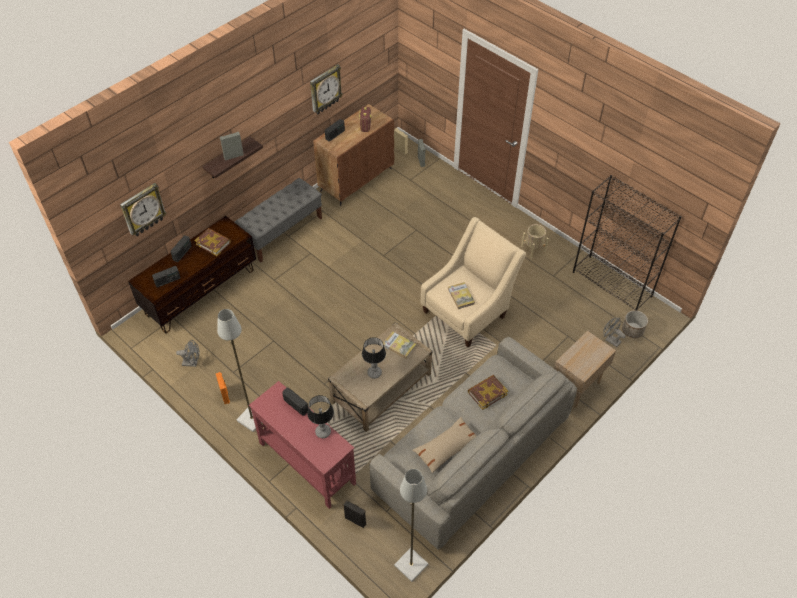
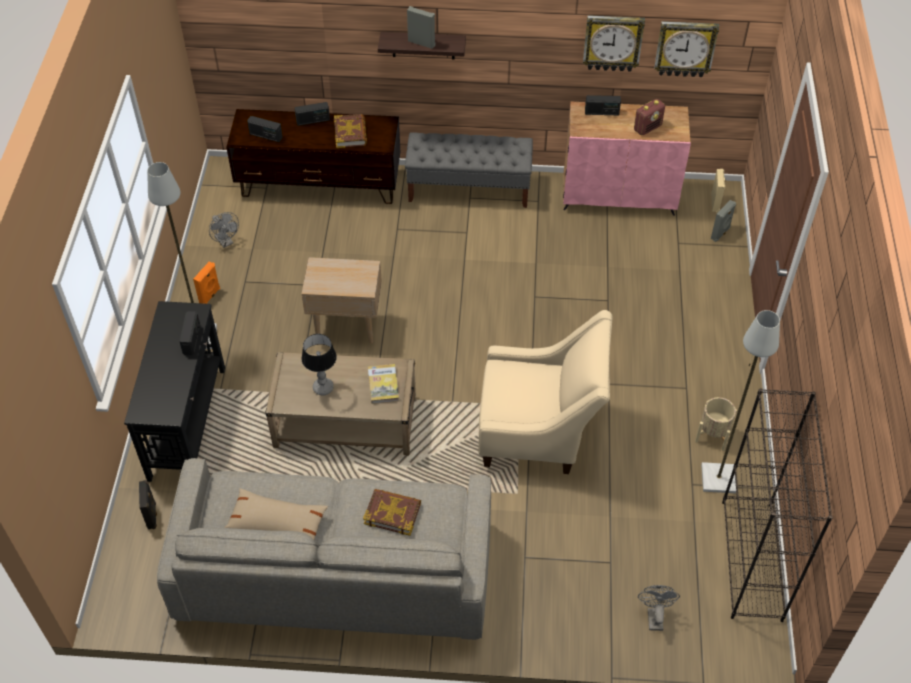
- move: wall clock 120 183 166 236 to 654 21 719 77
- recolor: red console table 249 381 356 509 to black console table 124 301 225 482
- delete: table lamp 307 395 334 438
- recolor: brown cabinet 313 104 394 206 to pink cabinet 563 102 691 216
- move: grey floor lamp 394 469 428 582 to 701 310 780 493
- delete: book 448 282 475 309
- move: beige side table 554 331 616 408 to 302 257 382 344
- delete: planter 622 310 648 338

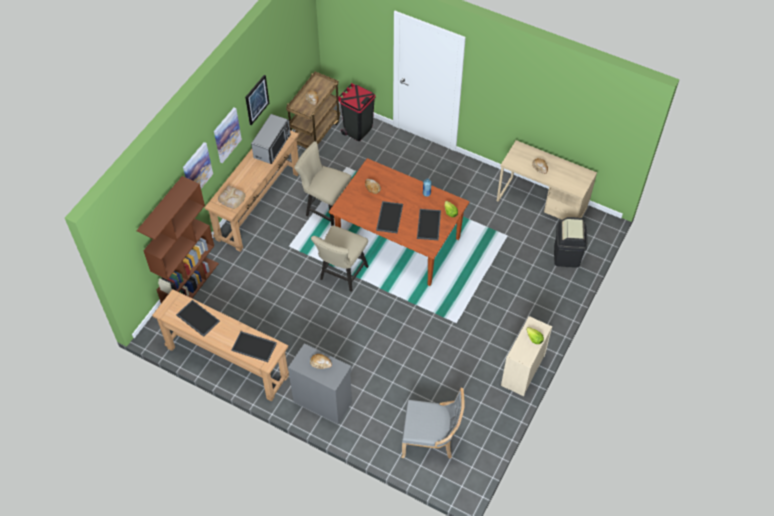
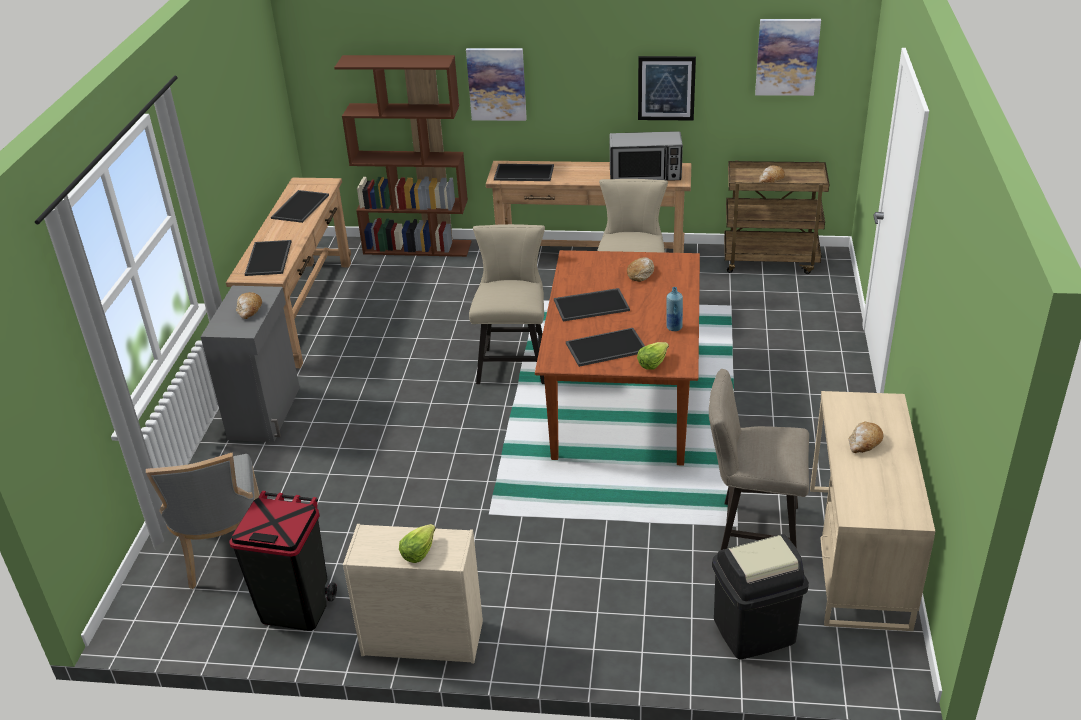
- move: picture 214 108 242 163 to 755 19 821 96
- replace: bread 218 186 245 209 to tray 494 164 554 181
- rotate: beige chair 311 225 369 292 = 469 224 545 384 90 degrees clockwise
- move: black trash can 338 83 376 141 to 230 491 337 631
- insert: beige stool 709 369 809 550

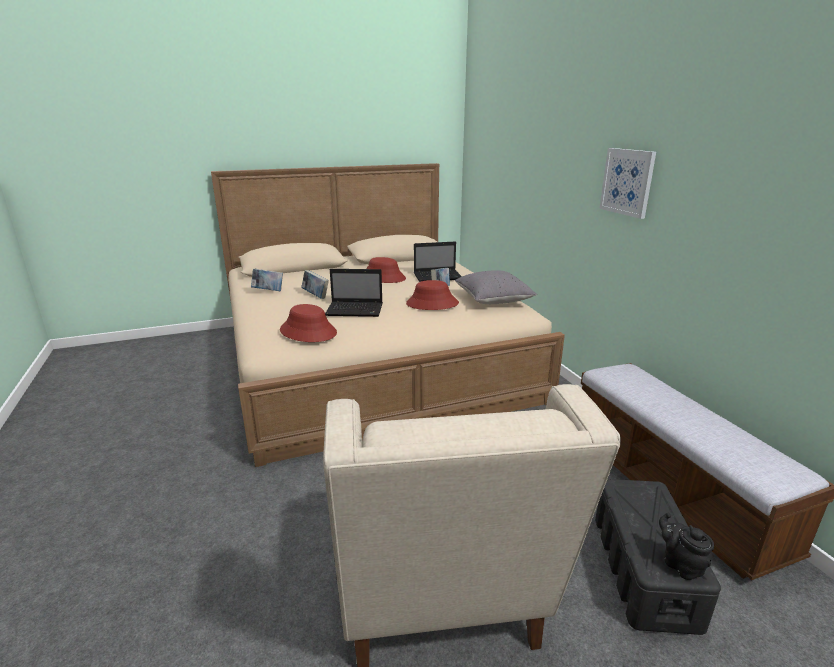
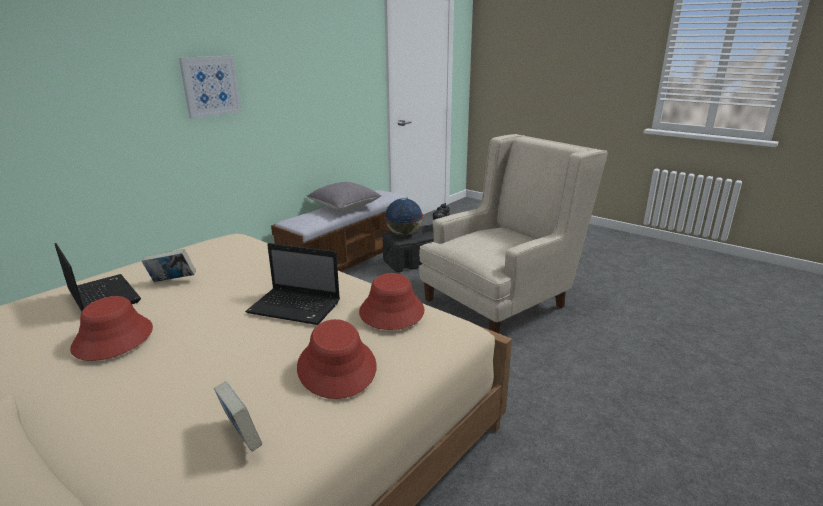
- delete: book 301 270 329 299
- rotate: laptop 325 269 382 317 = 245 243 340 325 135 degrees clockwise
- move: red hat 406 280 459 310 to 297 319 377 399
- move: grey pillow 455 270 537 304 to 307 182 382 211
- insert: globe 384 198 423 236

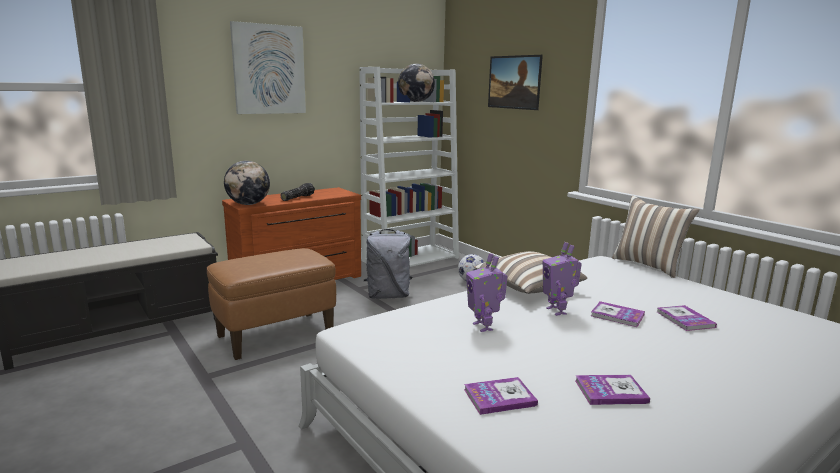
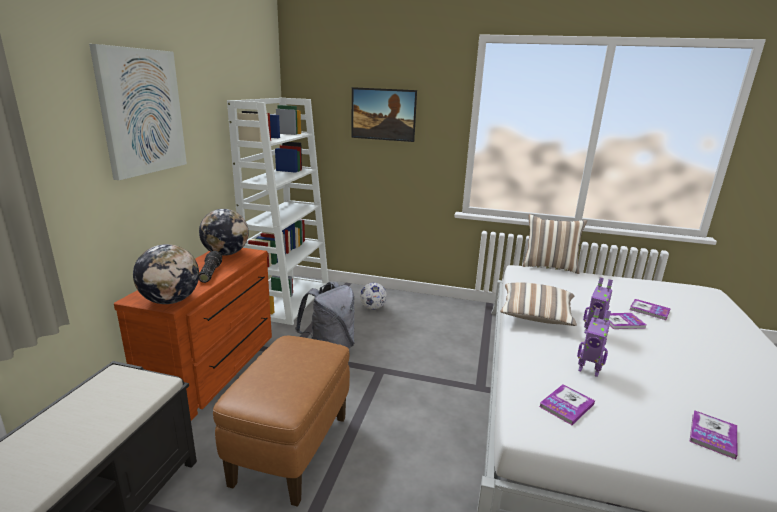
- move: globe 398 64 435 102 to 199 209 249 256
- move: book 575 375 650 405 to 539 384 595 425

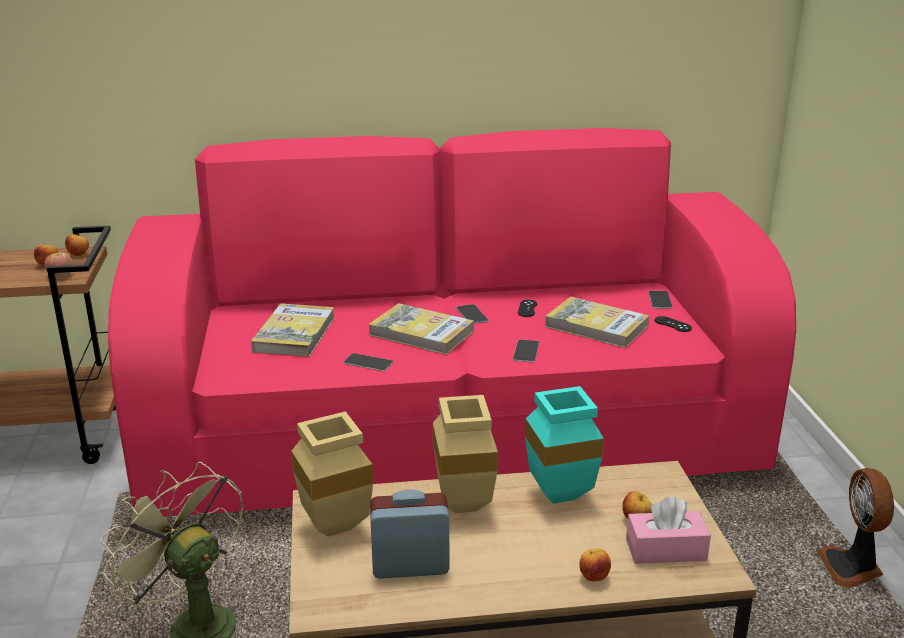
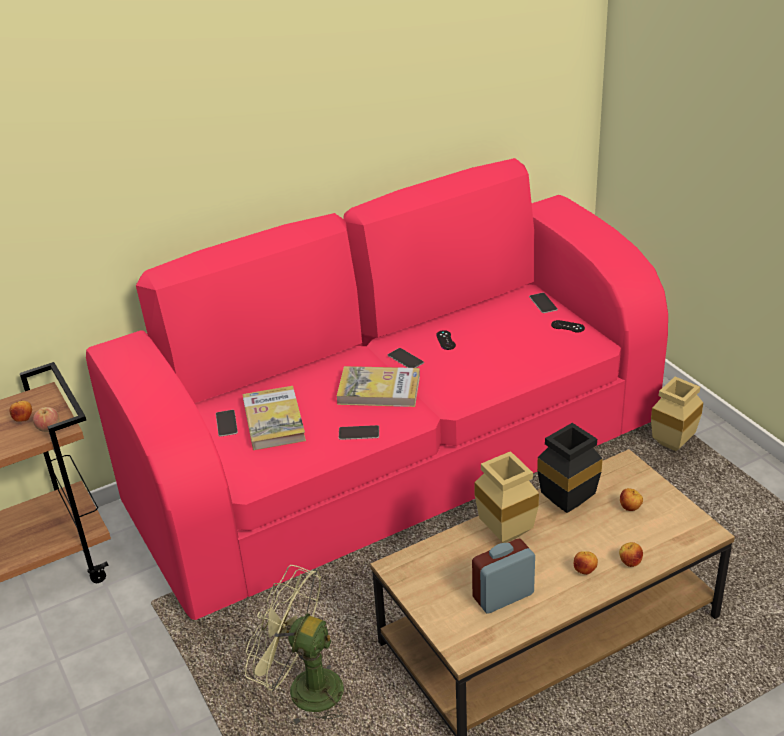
- move: apple 65 234 89 256 to 574 551 598 575
- move: beige vase 291 411 373 537 to 651 377 703 451
- move: phone 513 339 539 362 to 216 410 238 437
- recolor: turquoise vase 525 386 604 504 to black vase 537 423 603 513
- delete: book 545 297 649 348
- delete: pink tissue box 626 496 711 564
- delete: fan 817 468 894 588

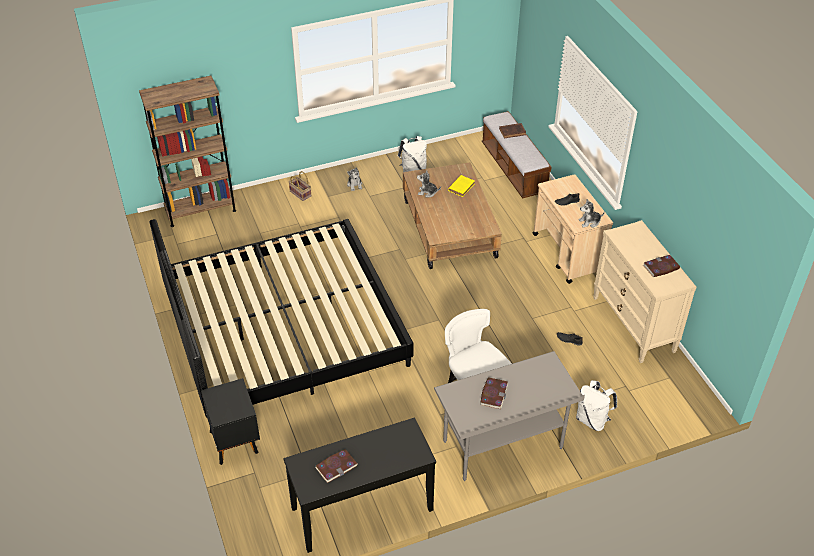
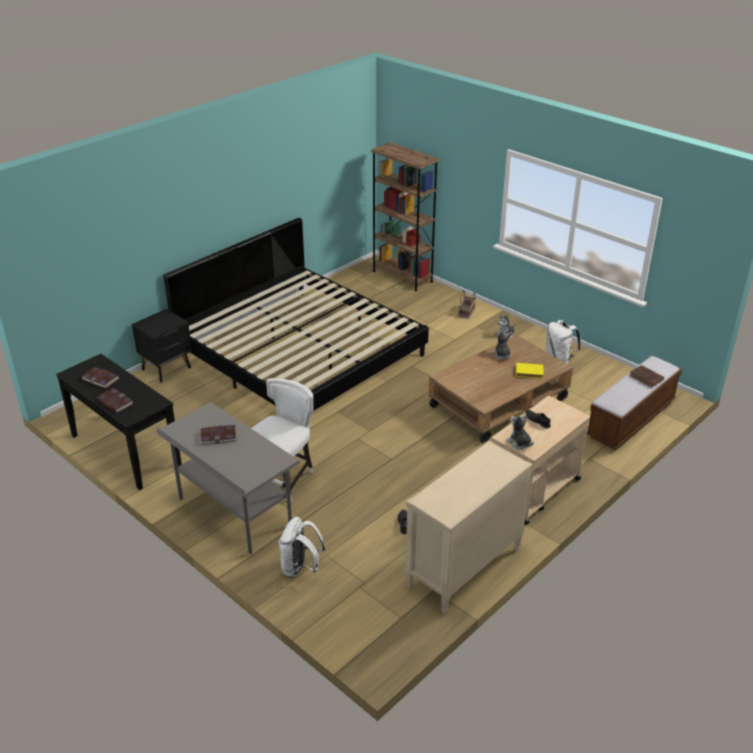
- move: book 643 255 680 277 to 97 388 133 413

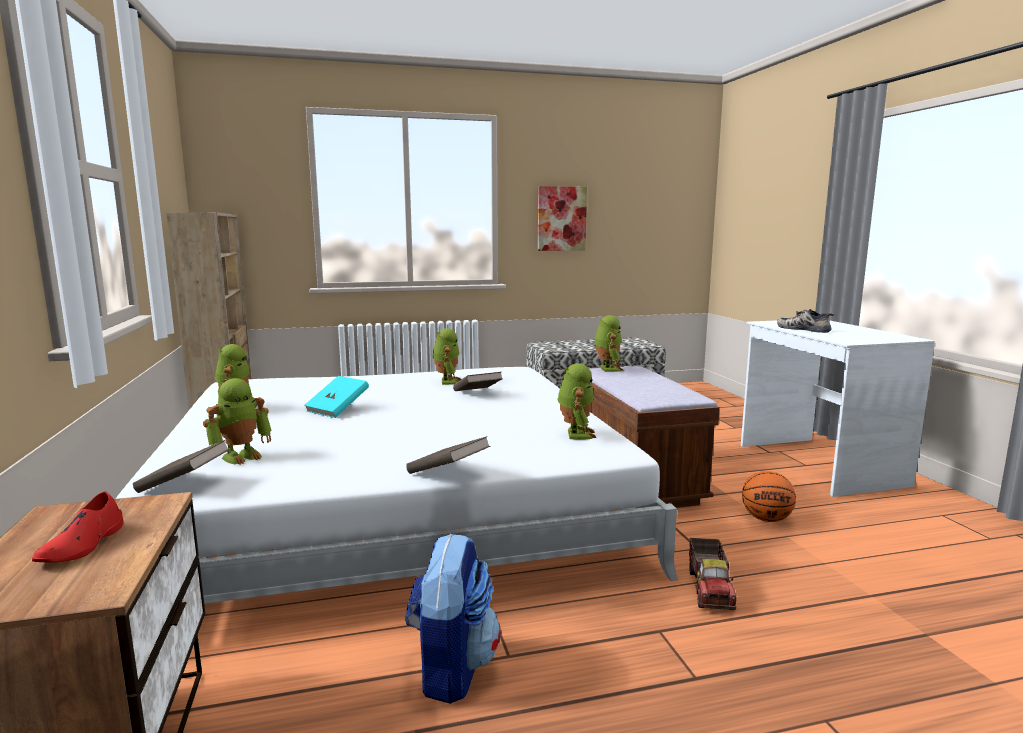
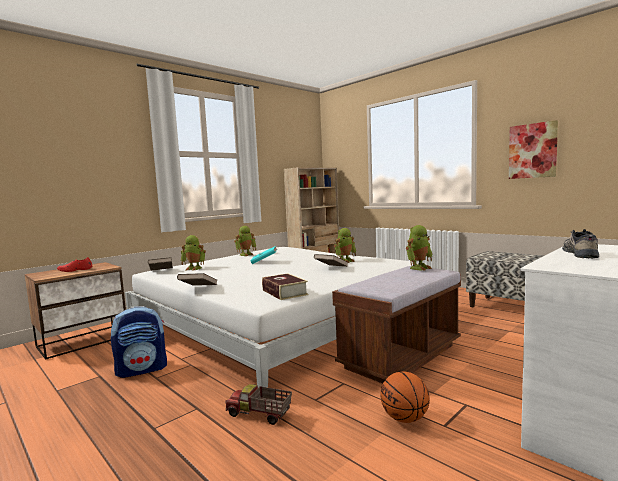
- replace: toy robot 558 363 596 440 to book 262 273 308 300
- rotate: toy truck 689 538 736 610 = 225 384 292 425 45 degrees clockwise

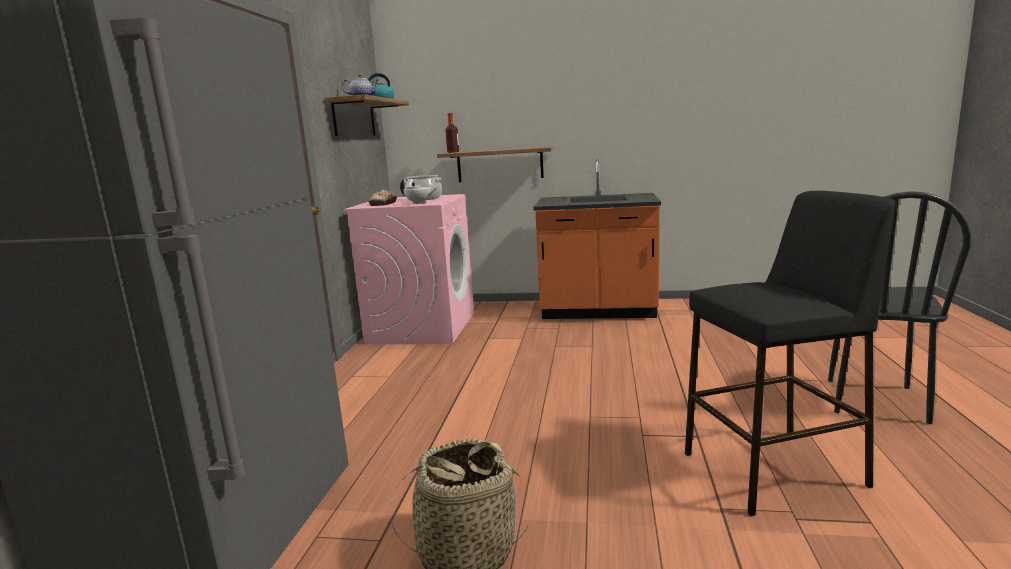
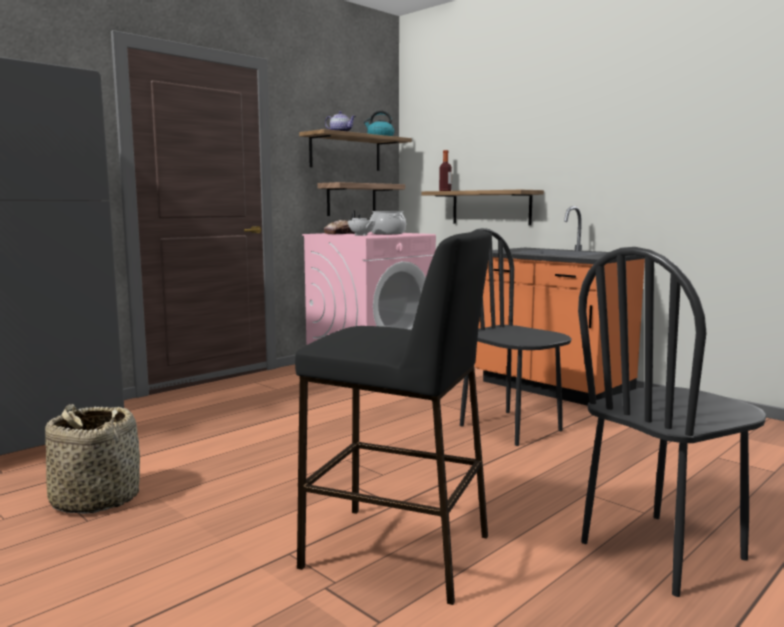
- insert: shelf 317 182 405 216
- insert: black chair 460 228 572 446

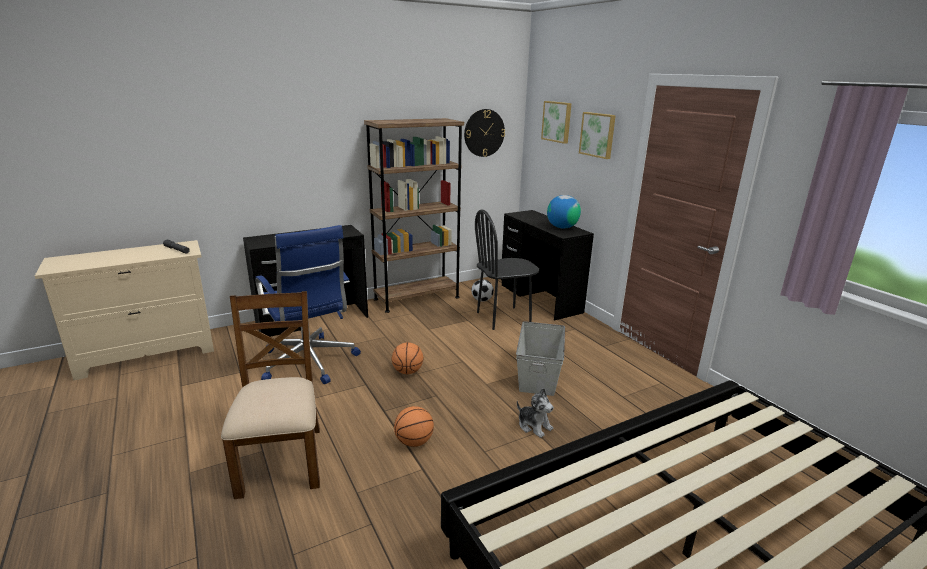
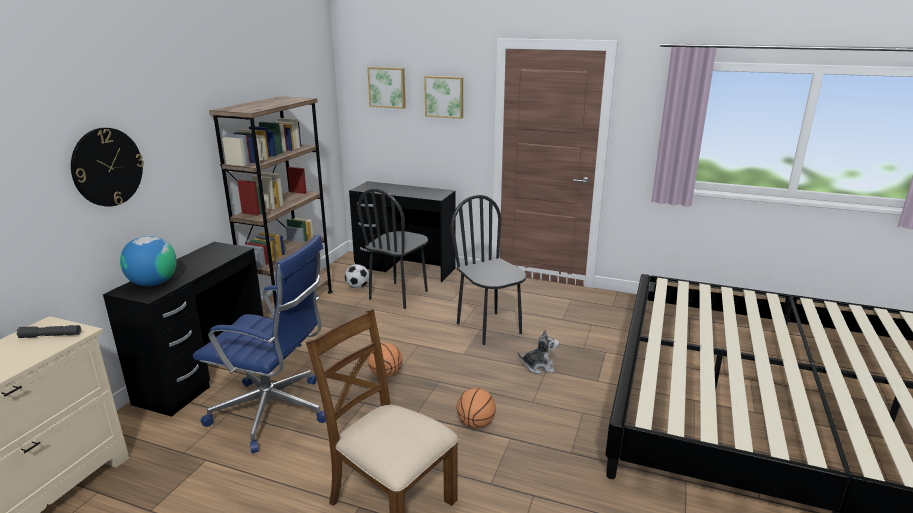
- move: wall clock 464 109 505 157 to 71 128 144 207
- replace: grey storage box 516 321 565 396 to black chair 451 195 527 345
- move: globe 547 195 581 228 to 120 236 177 286

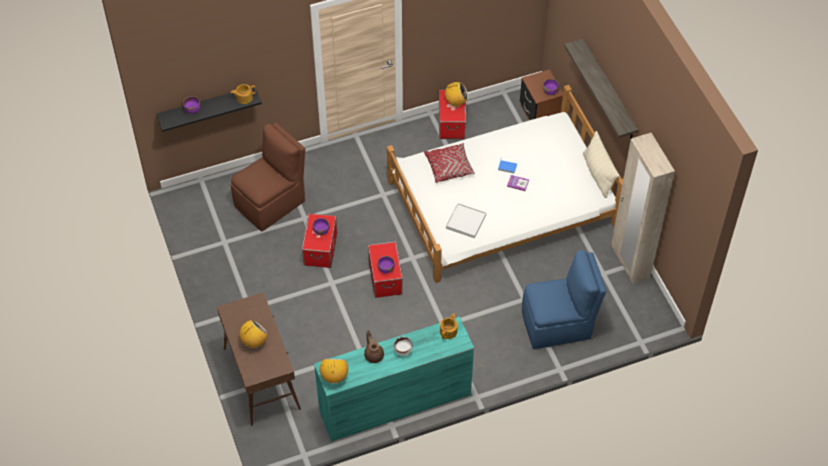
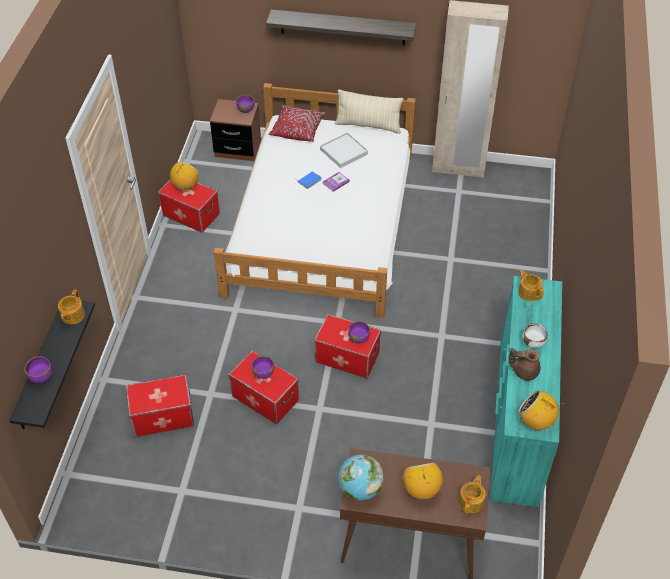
- replace: brown chair 231 123 305 231 to storage box 126 375 194 437
- move: red pillow 424 143 475 183 to 268 105 325 142
- move: white tray 446 203 486 239 to 320 133 368 168
- delete: blue chair 522 250 606 349
- insert: globe 338 455 384 501
- insert: teapot 459 475 486 514

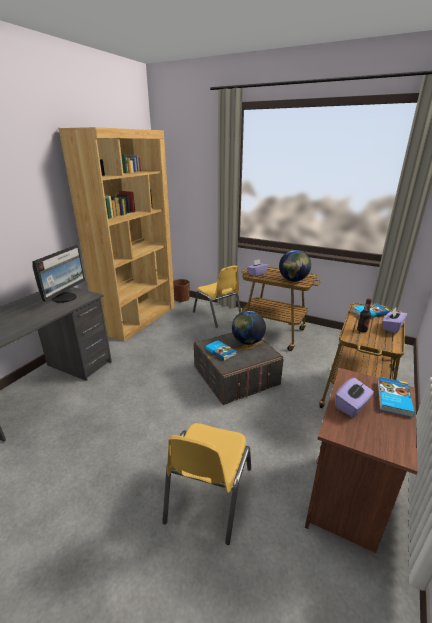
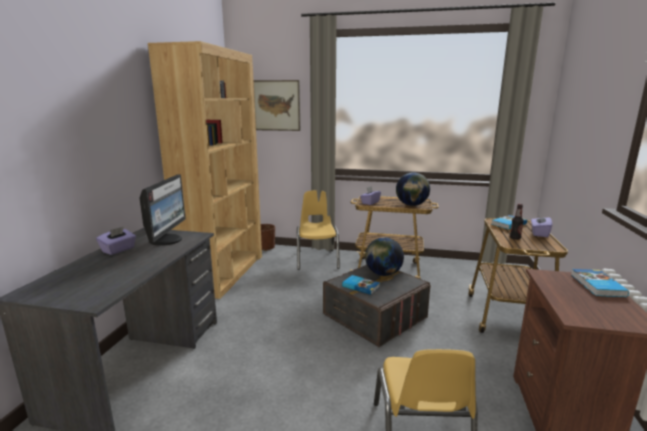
- rotate: yellow chair 193 266 241 328 = 297 190 340 270 135 degrees counterclockwise
- move: purple tissue box 335 378 374 417 to 96 226 136 255
- insert: picture 254 80 300 131

